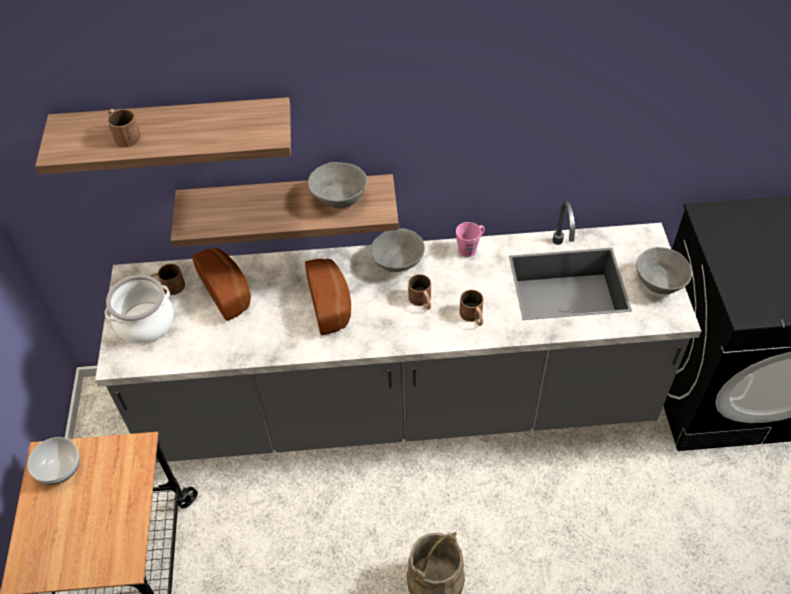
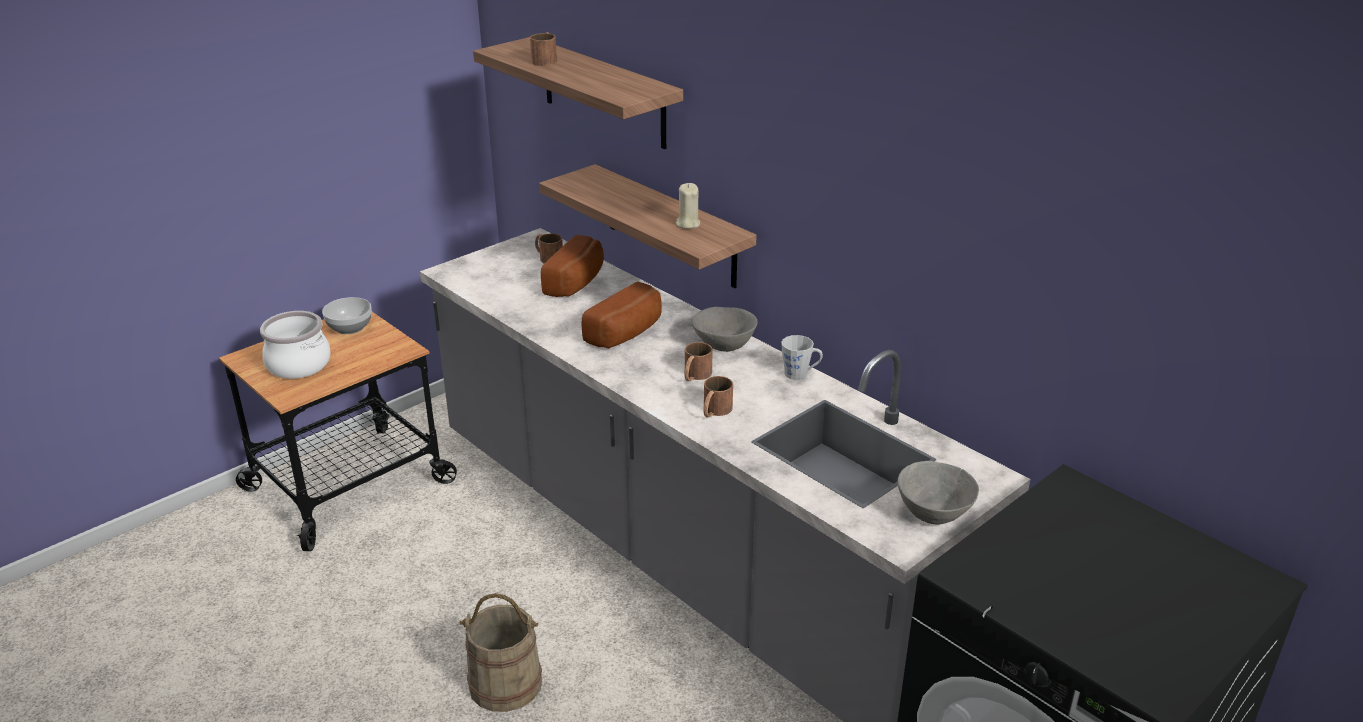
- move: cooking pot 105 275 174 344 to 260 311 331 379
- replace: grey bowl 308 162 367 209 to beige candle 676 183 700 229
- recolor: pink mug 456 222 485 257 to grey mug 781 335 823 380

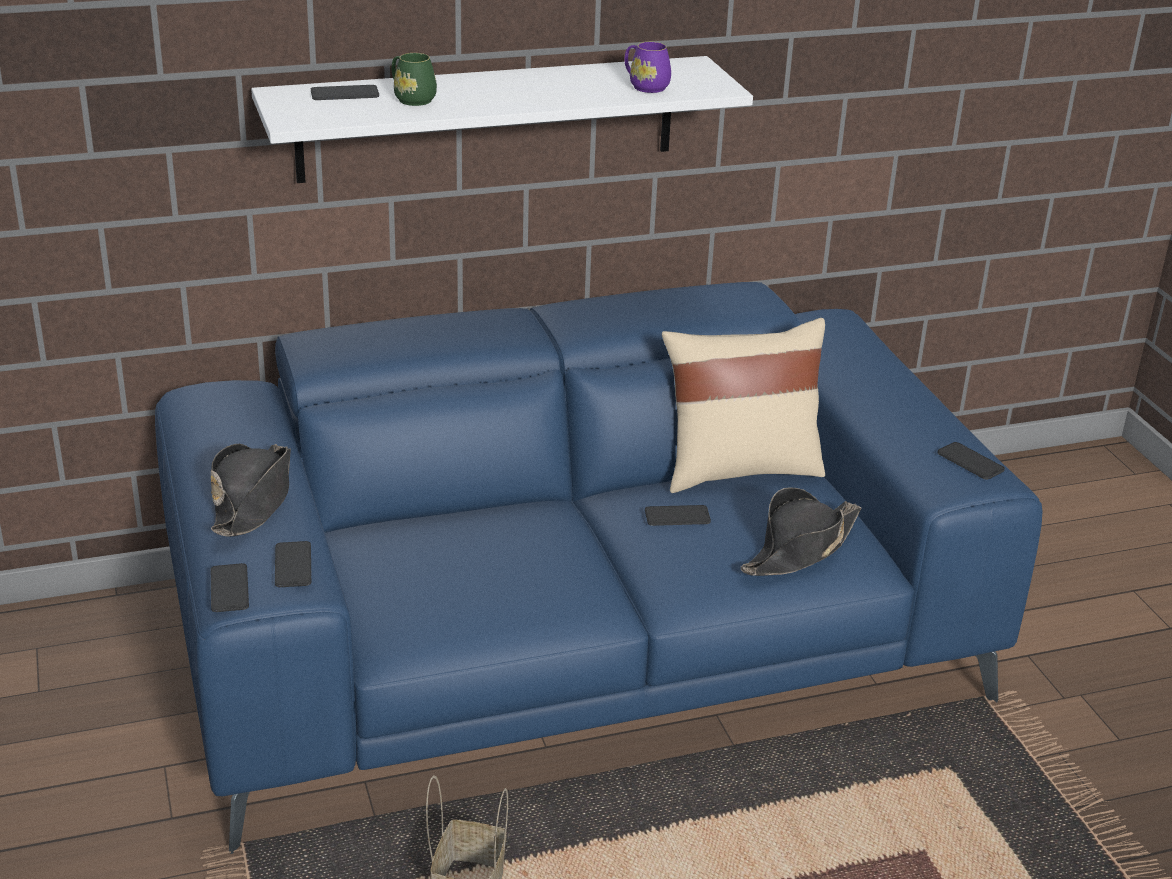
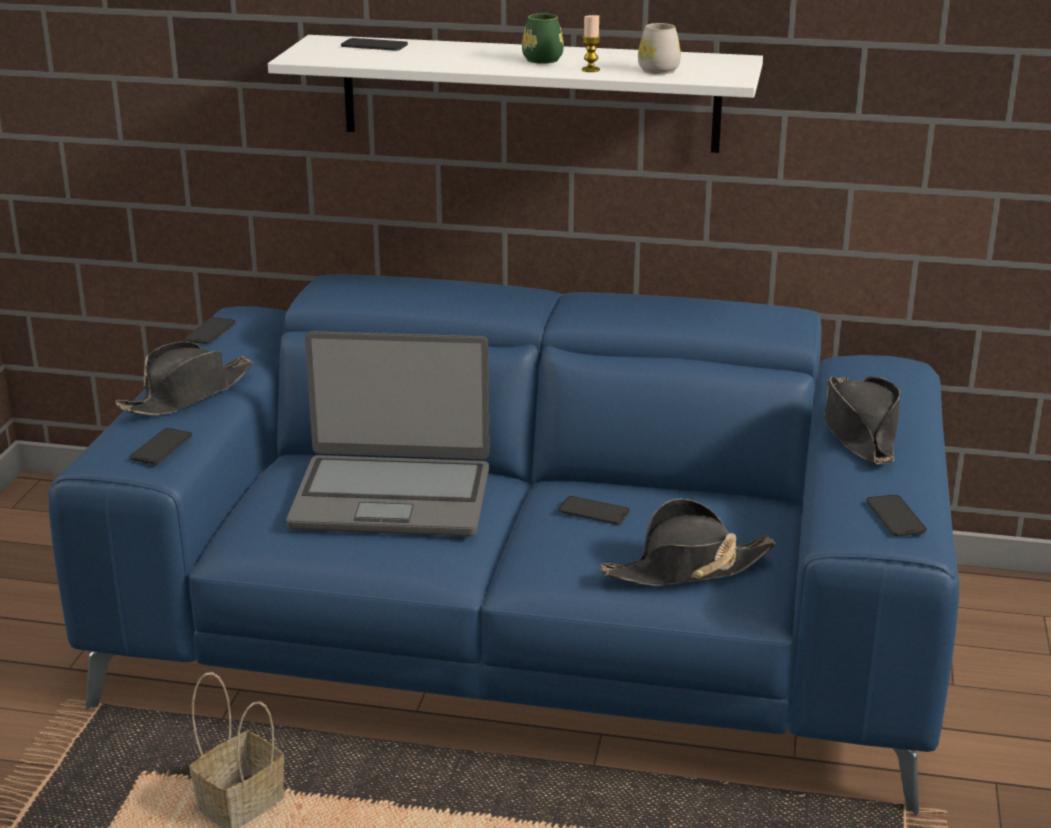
- move: phone 211 563 249 612 to 185 317 235 344
- move: green mug 392 53 437 106 to 522 14 564 64
- recolor: purple mug 625 42 671 93 to white mug 638 23 681 74
- delete: beige pillow 662 318 825 493
- insert: laptop 287 331 490 536
- insert: candle 582 15 601 72
- insert: black hat 824 376 900 464

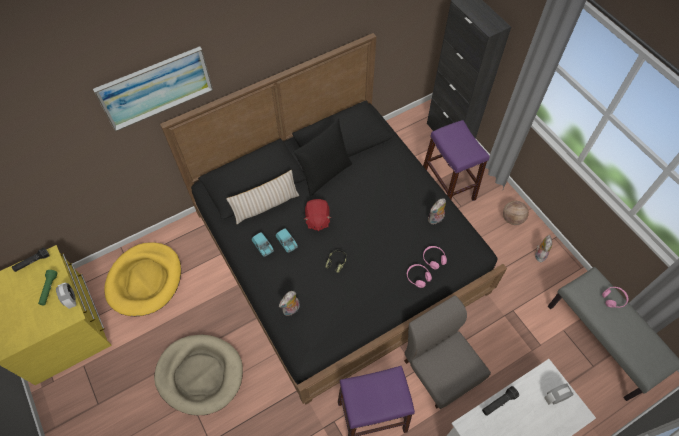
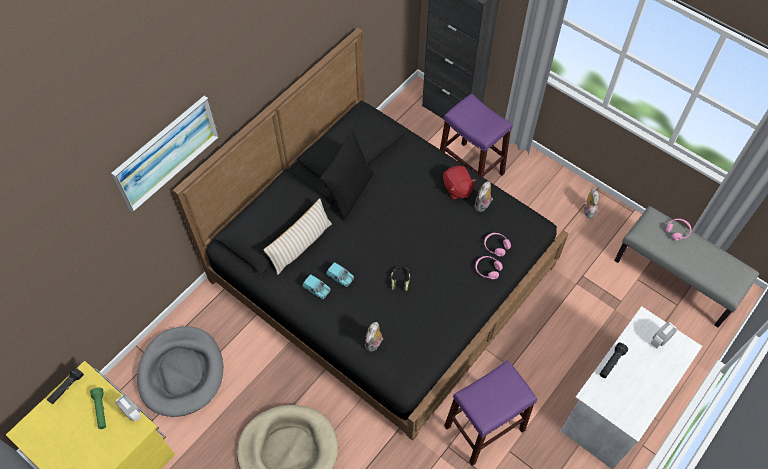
- recolor: yellow dog bed 104 242 181 316 to grey dog bed 137 326 223 417
- move: red plush toy 305 199 331 231 to 443 166 476 199
- delete: grey chair 404 295 491 409
- delete: basketball 503 201 529 225

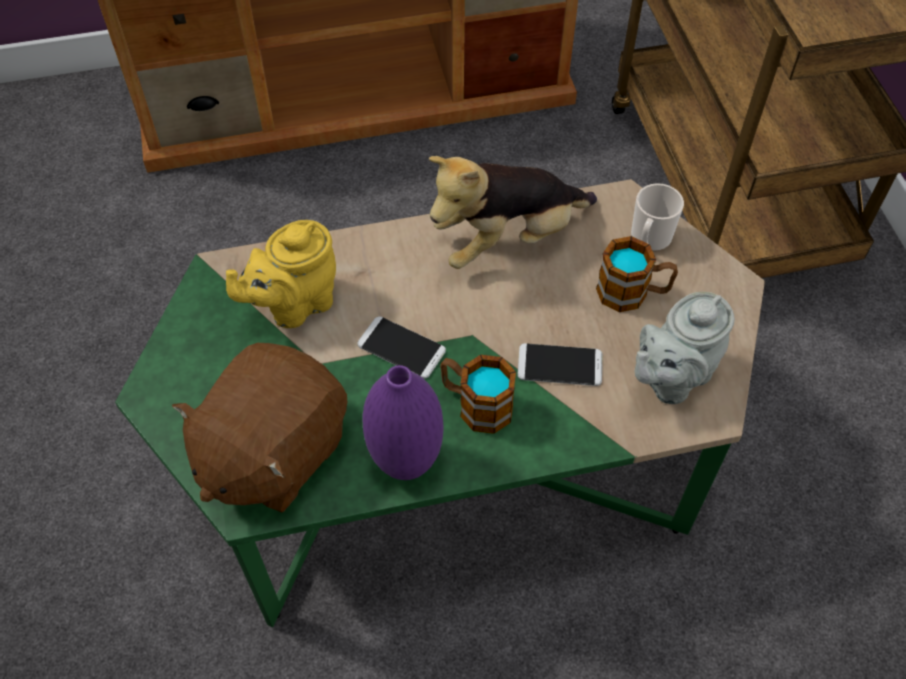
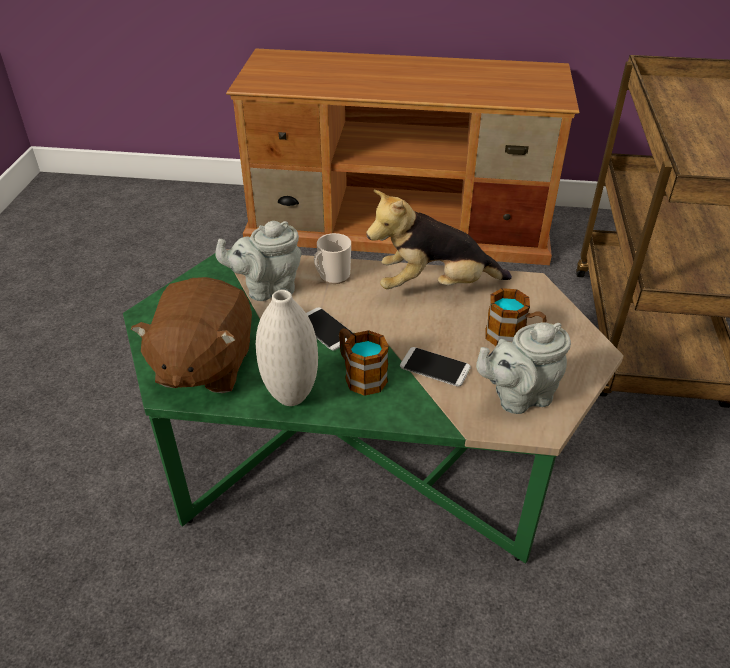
- rotate: brown plush toy 172 343 347 512 = 131 277 252 393 45 degrees counterclockwise
- recolor: yellow teapot 226 220 336 328 to grey teapot 215 221 302 301
- recolor: purple vase 362 365 443 480 to white vase 256 290 318 406
- move: mug 631 183 684 252 to 314 233 351 284

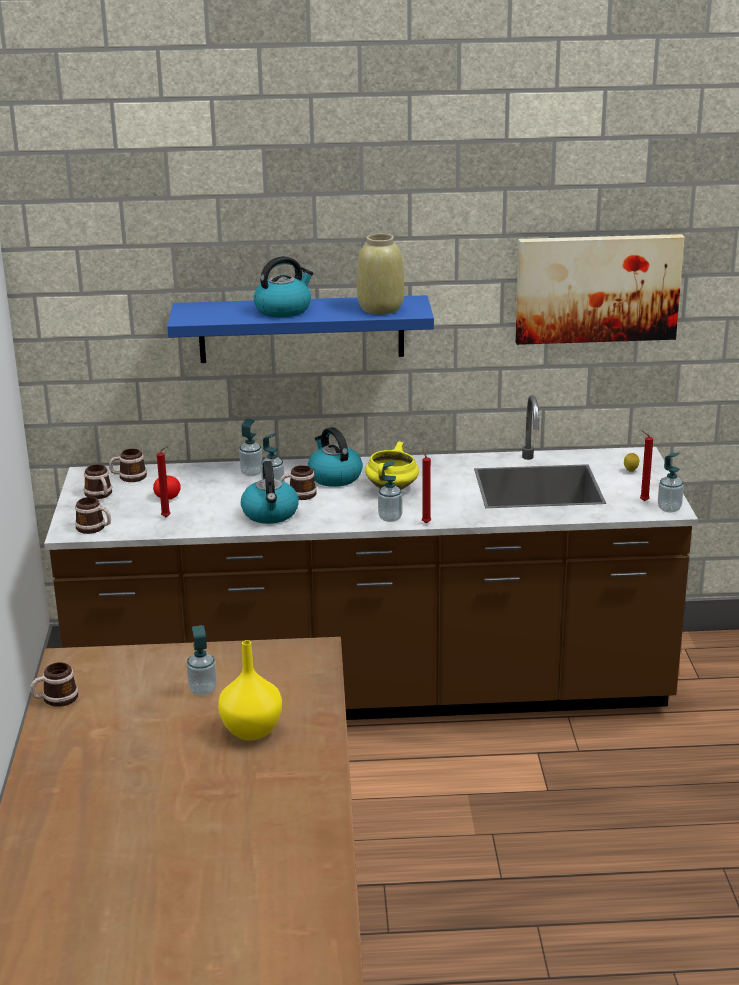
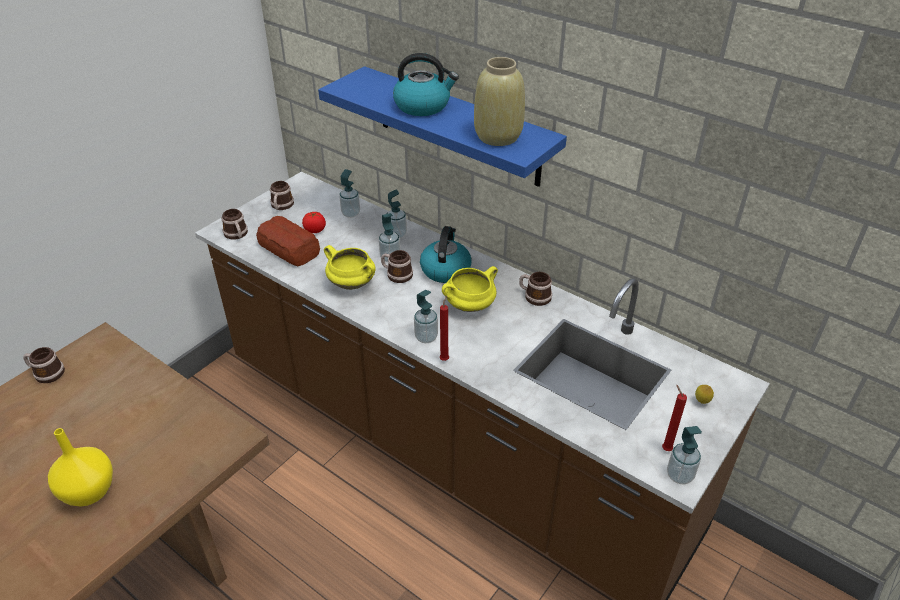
- move: mug 109 449 147 482 to 519 272 552 306
- replace: red candle 157 446 171 517 to bread 256 216 320 266
- move: soap dispenser 187 625 217 696 to 339 169 360 218
- replace: kettle 241 461 299 524 to yellow cooking pot 324 245 376 290
- delete: picture 515 234 684 345

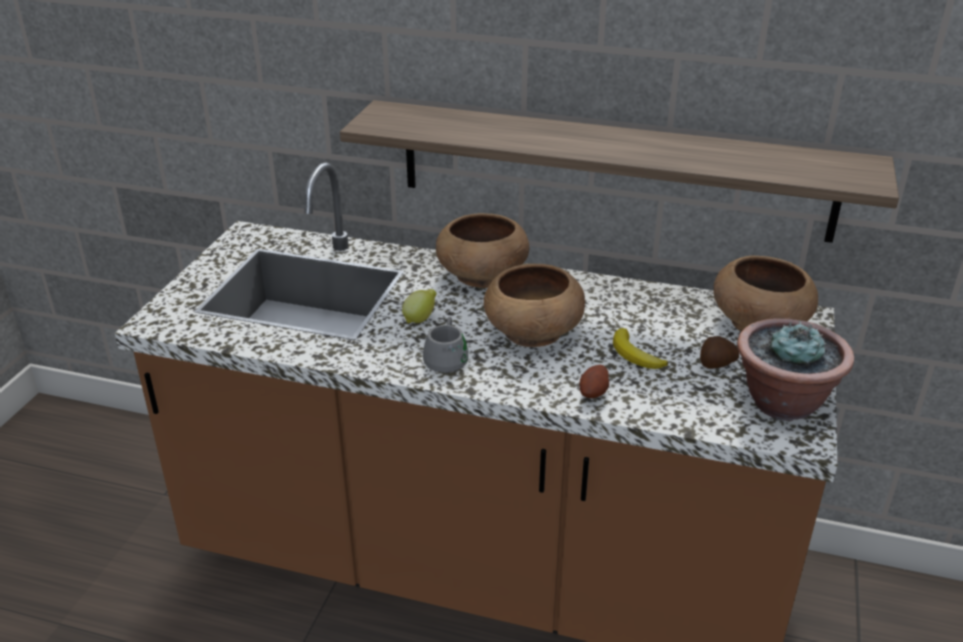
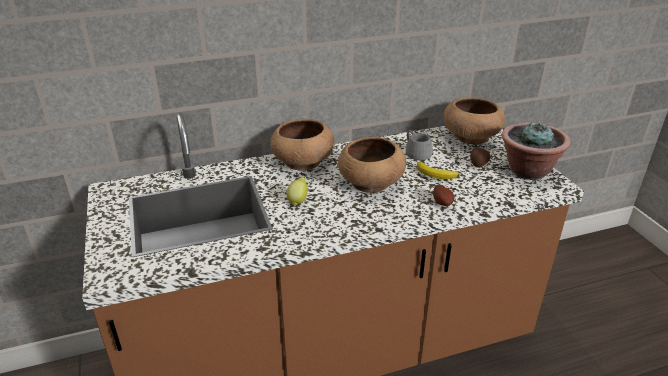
- delete: shelf 340 100 899 243
- move: grey mug 423 317 481 373 to 406 130 433 160

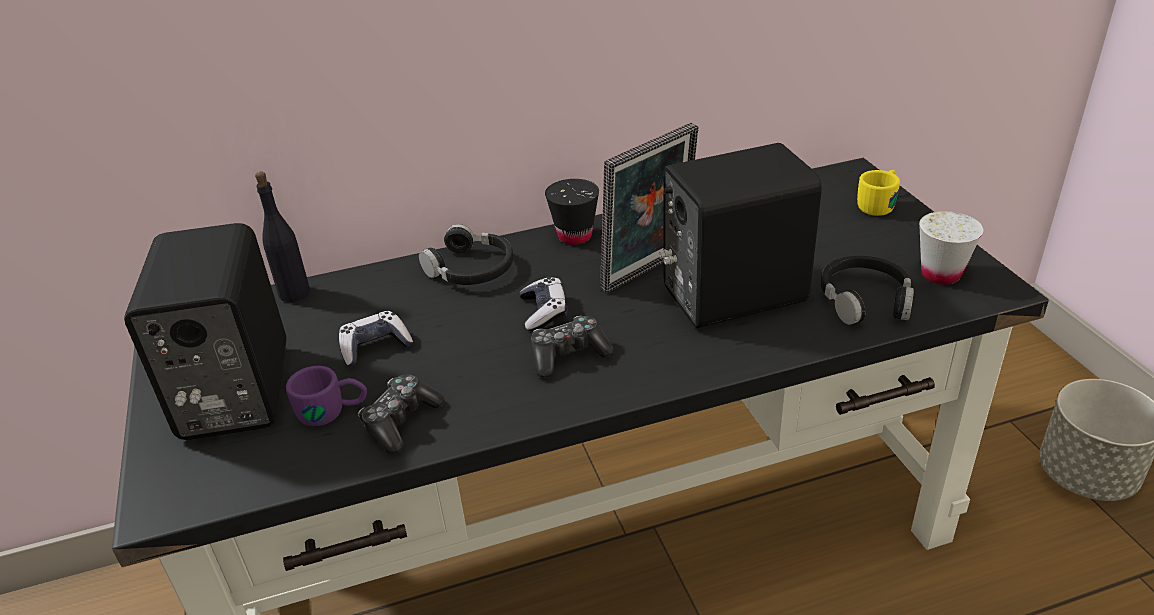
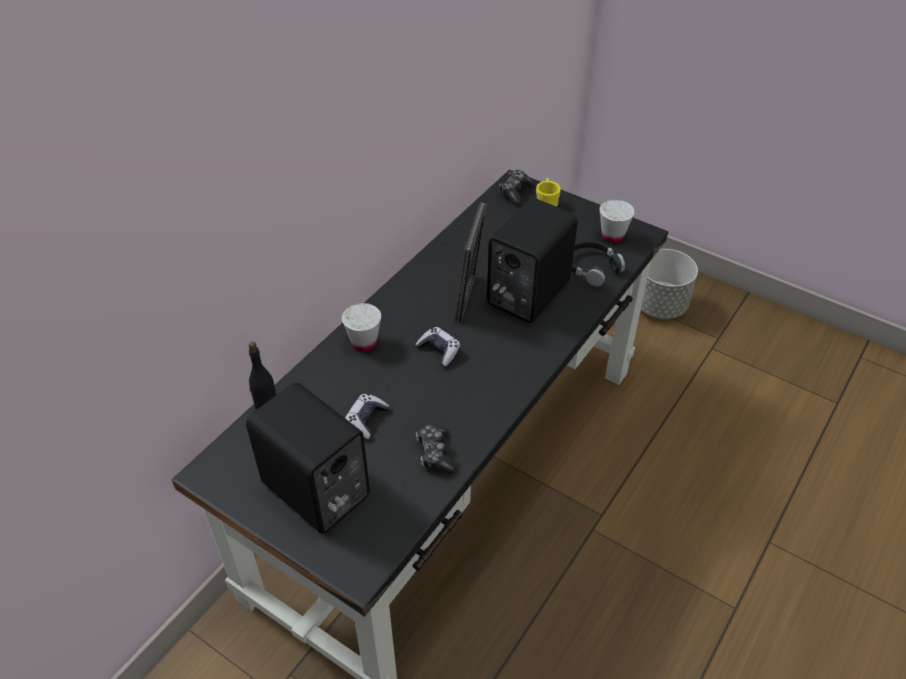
- delete: purple mug 286 366 367 426
- replace: black headphones 419 224 513 285 to white cup 342 303 381 352
- move: game controller 531 316 614 378 to 499 170 535 205
- delete: black cup 545 179 599 245

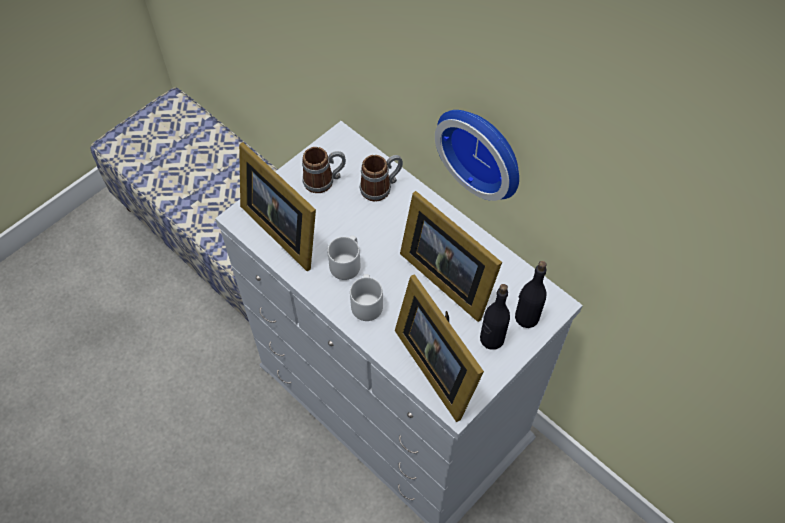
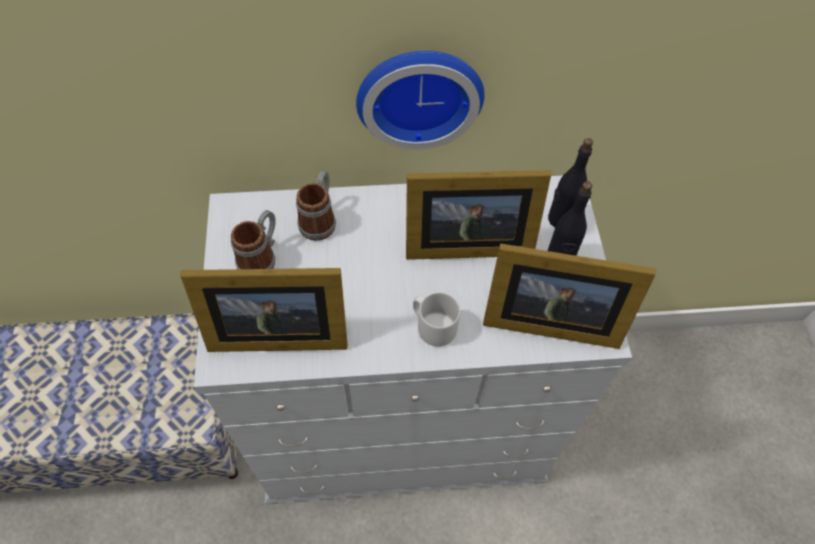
- delete: grey mug 328 235 361 280

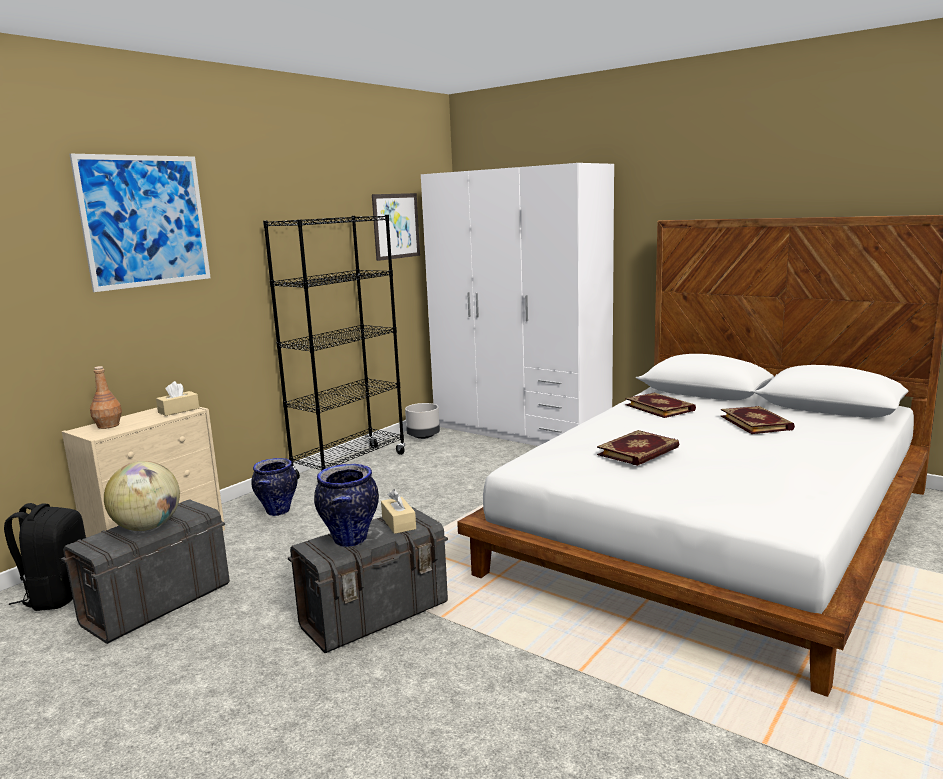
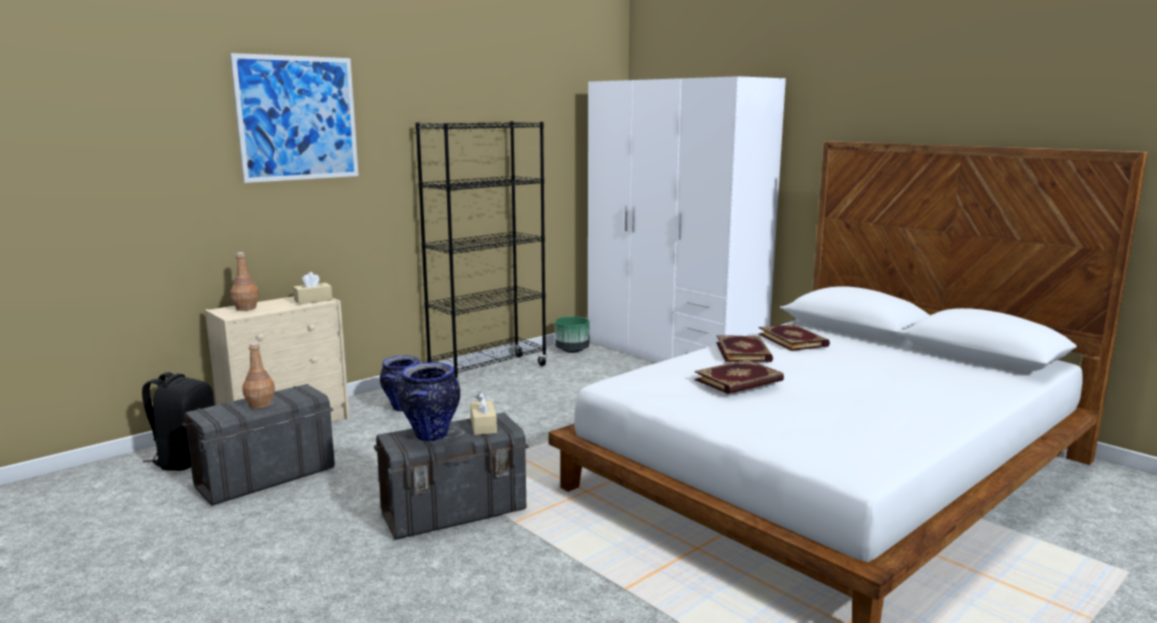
- replace: globe 104 461 180 531 to brown bottle 242 342 275 409
- delete: picture 372 193 420 261
- recolor: grey planter 405 403 440 439 to green planter 555 316 589 353
- move: book 721 406 795 434 to 716 335 773 362

